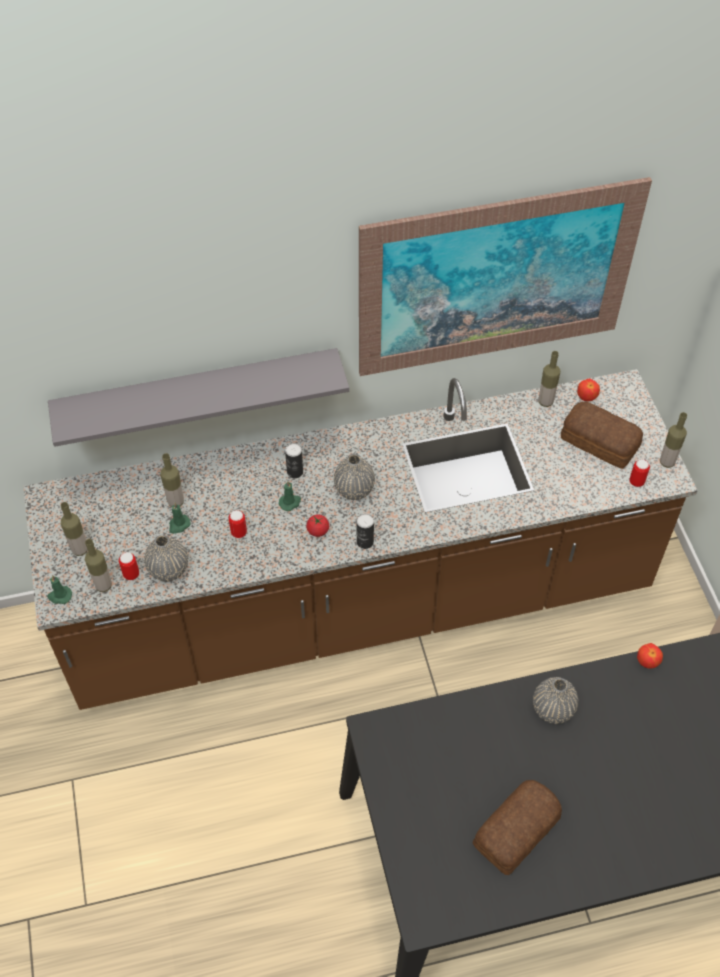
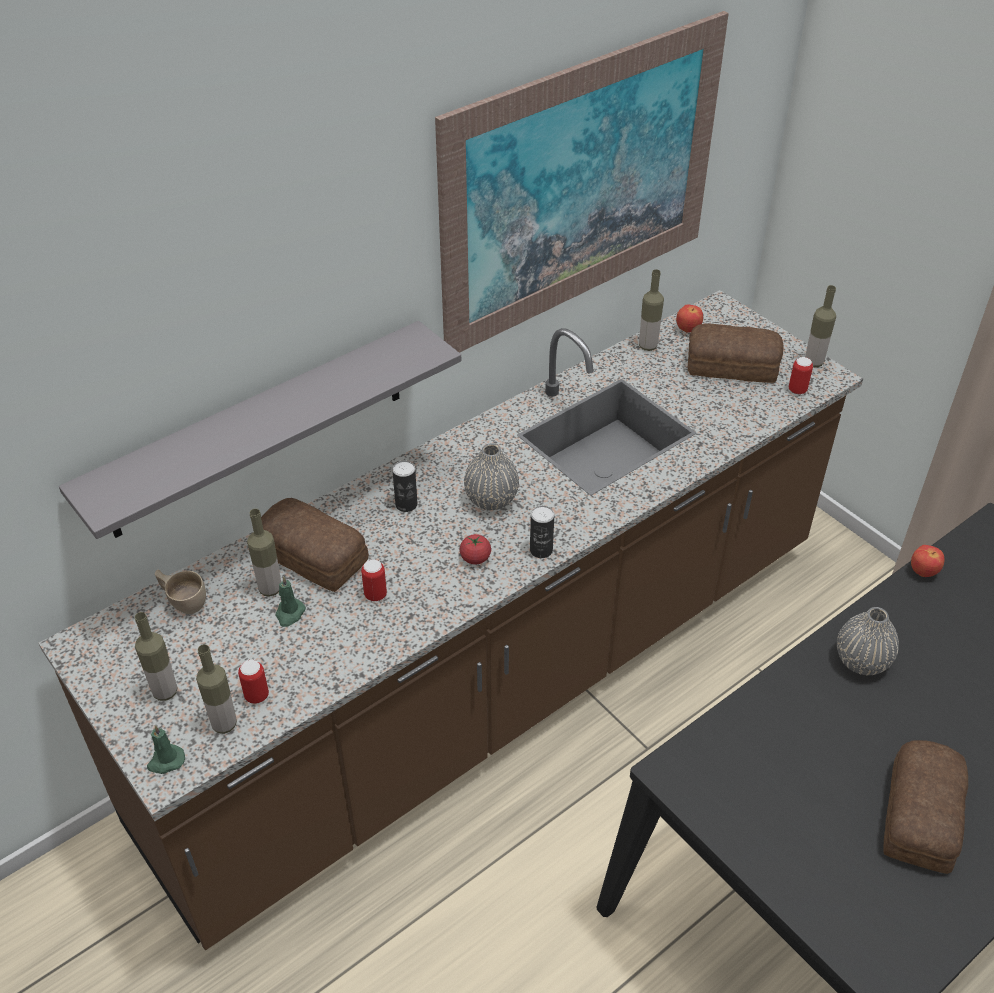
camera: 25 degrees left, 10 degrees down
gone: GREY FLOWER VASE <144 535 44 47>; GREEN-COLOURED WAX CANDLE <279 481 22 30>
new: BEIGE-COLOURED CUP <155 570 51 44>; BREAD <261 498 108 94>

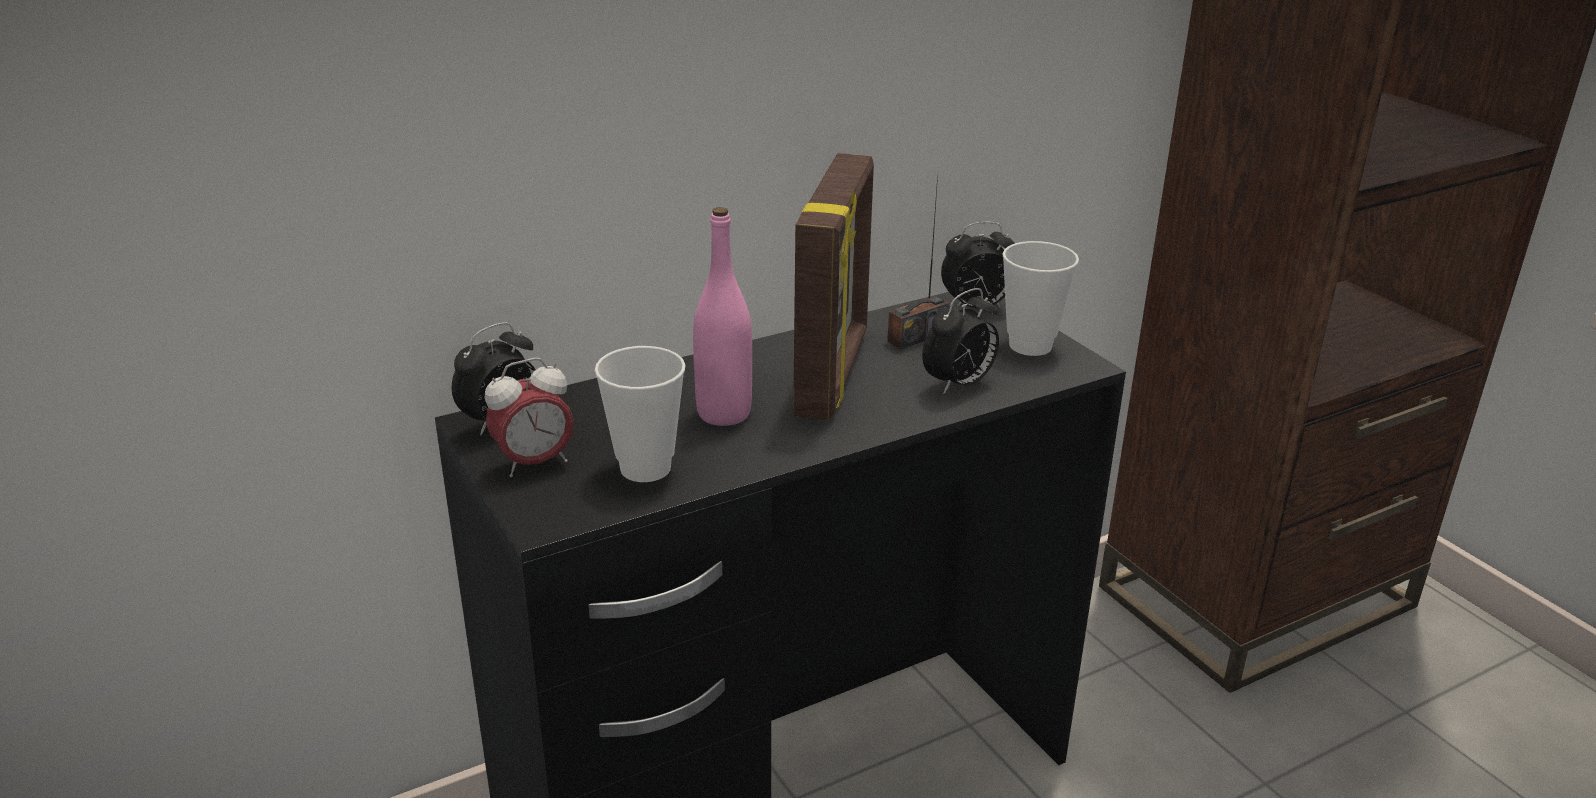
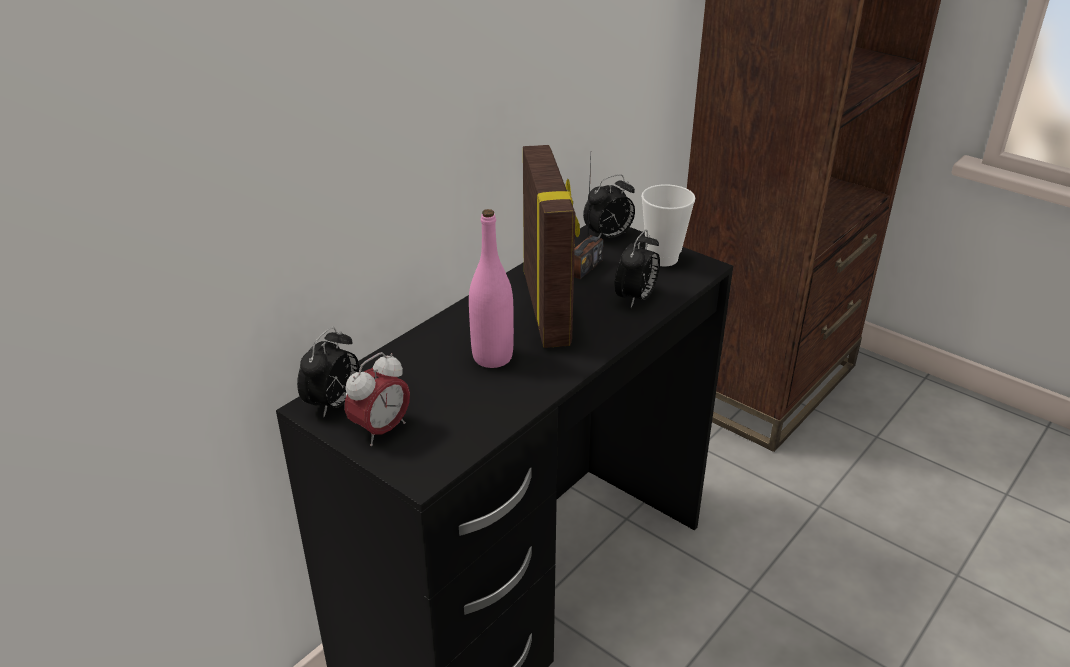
camera: 20 degrees left, 5 degrees up
gone: CUP <595 346 90 136>

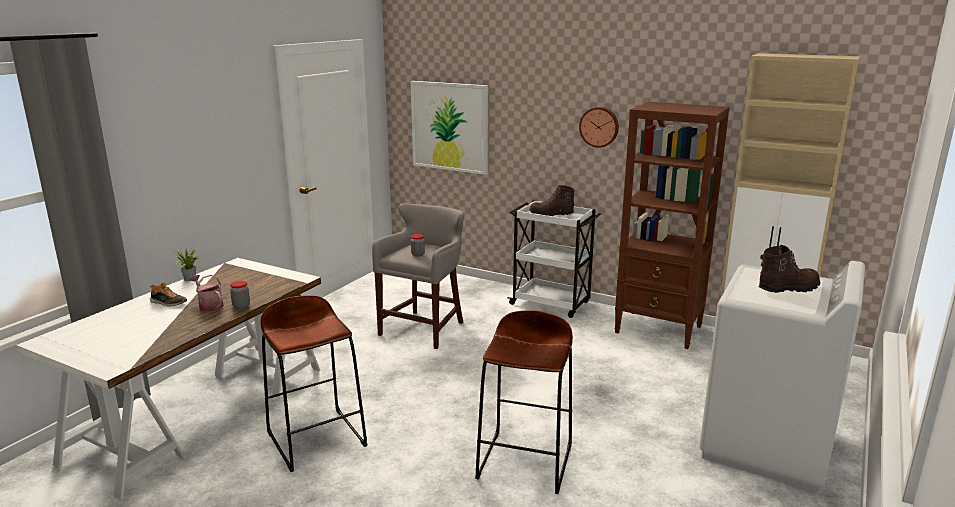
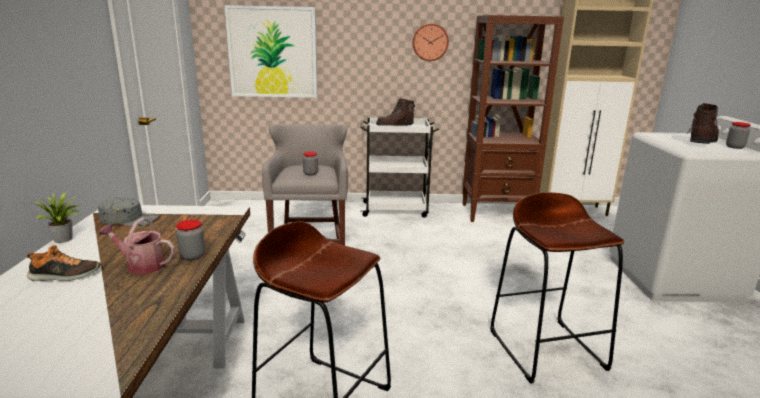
camera: 30 degrees left, 0 degrees up
new: GREY PEAKED CAP <98 198 61 29>; PRESERVE JAR <726 122 25 27>

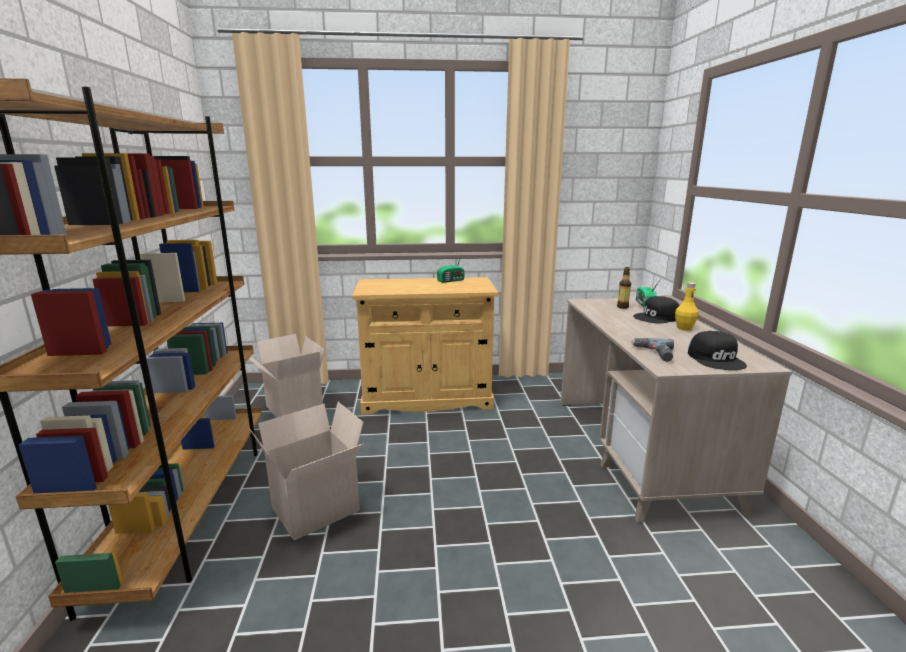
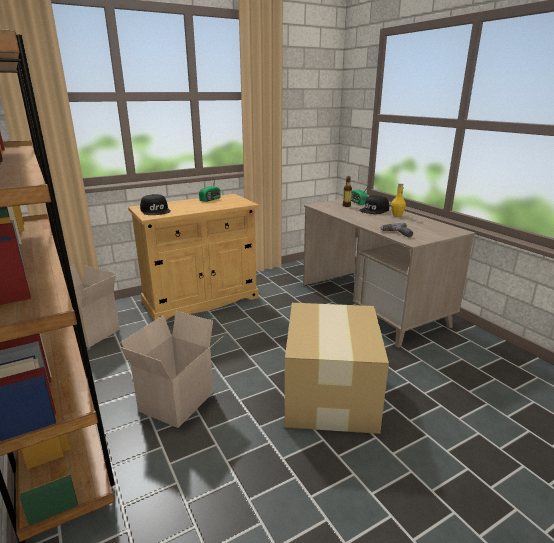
camera: 25 degrees left, 5 degrees up
new: CARDBOARD BOX <284 303 105 131>
shifted: BLACK PEAKED CAP <688 331 59 39> to <140 194 31 21>

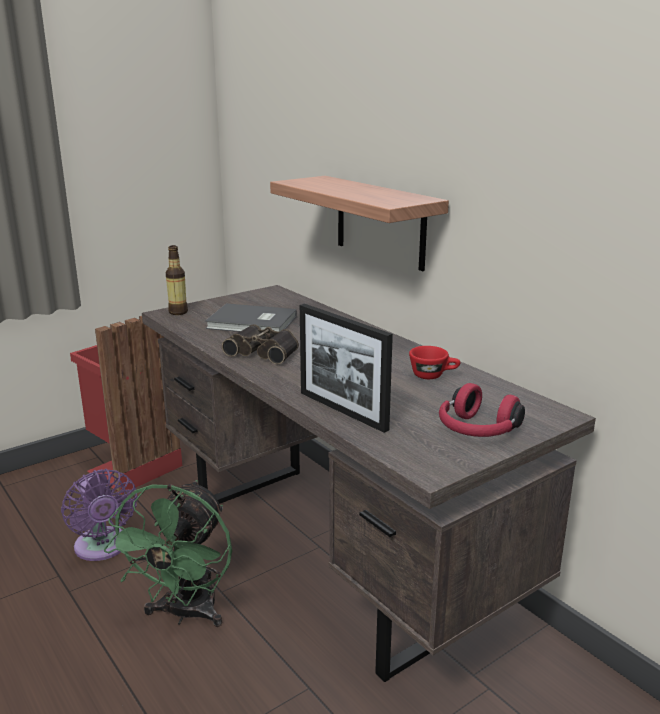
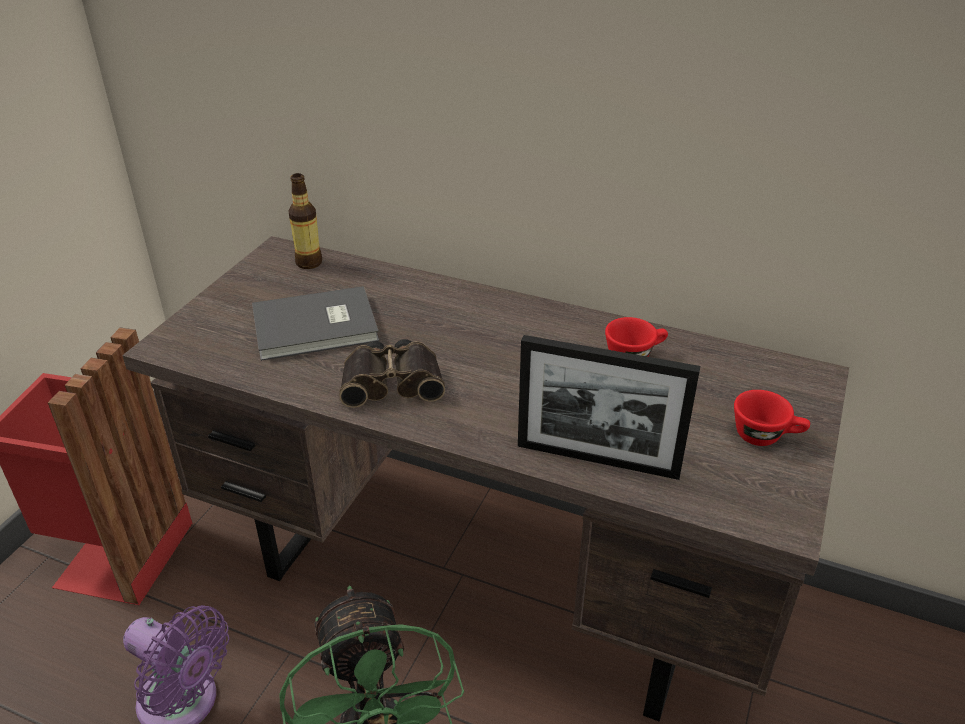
camera: 30 degrees left, 15 degrees up
gone: SHELF <270 176 179 95>
shifted: BEVERAGE BOTTLE <166 245 22 70> to <288 173 34 96>
swapped: RED PAIR OF HEADPHONES <439 383 86 54> to RED CUP <734 390 76 56>

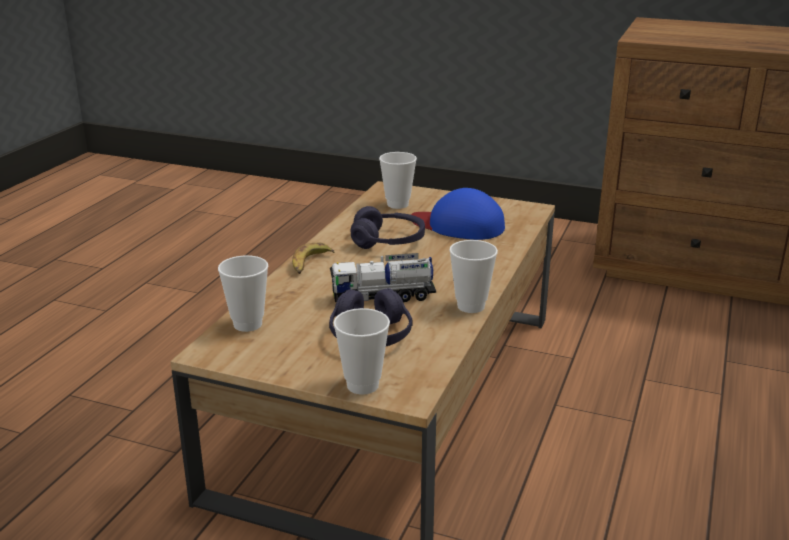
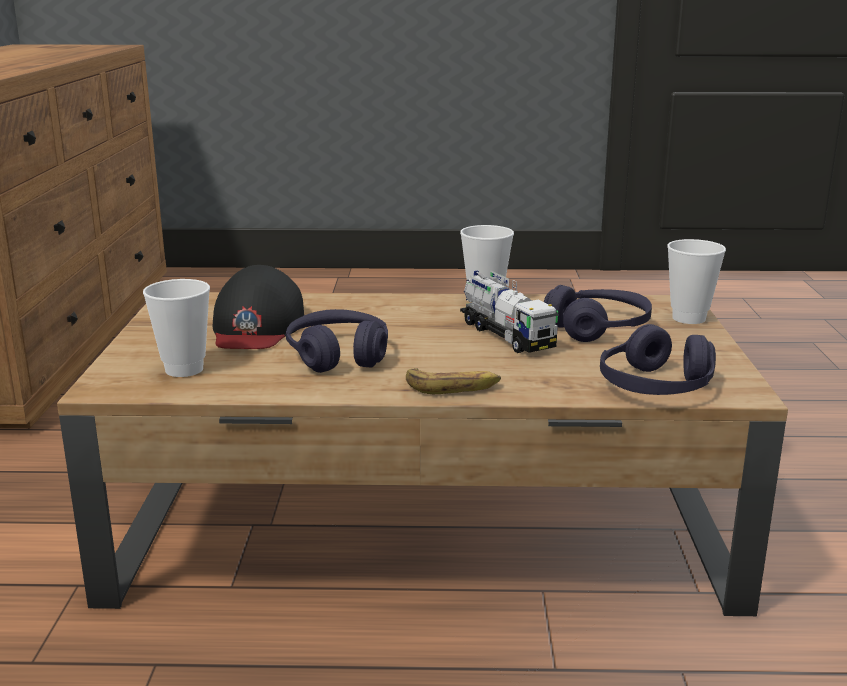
camera: 110 degrees left, 5 degrees down
swapped: CUP <218 255 50 77> to PURPLISH PAIR OF HEADPHONES <600 324 116 71>
repainted: BLUE PEAKED CAP <411 188 94 52> to BLACK PEAKED CAP <213 265 91 84>

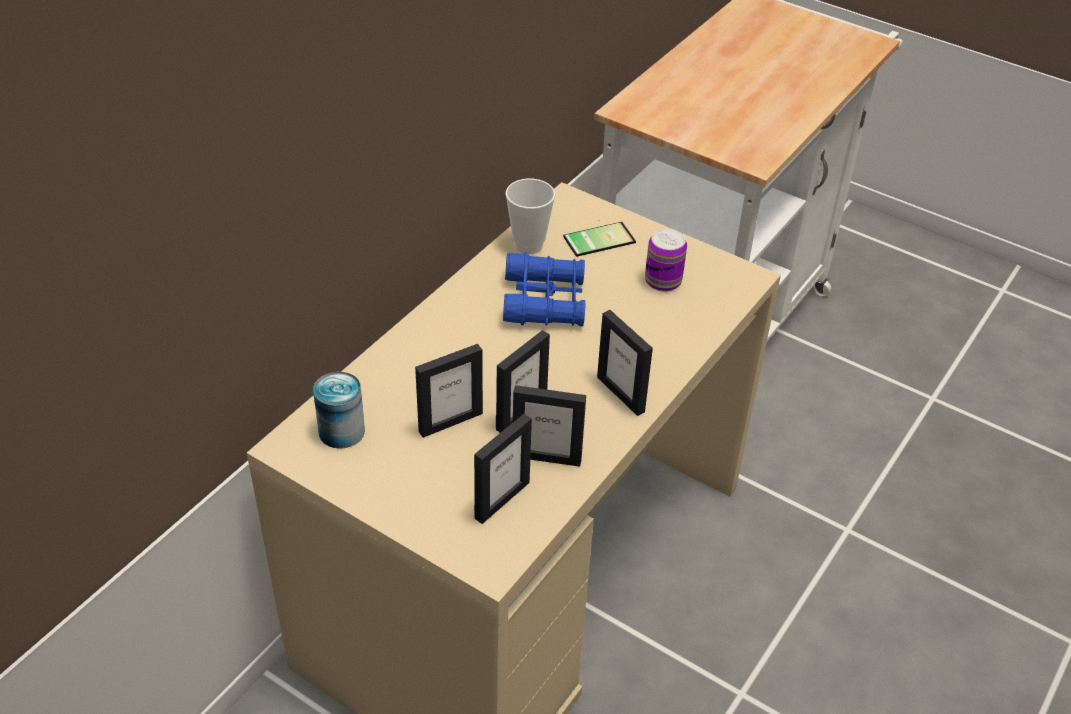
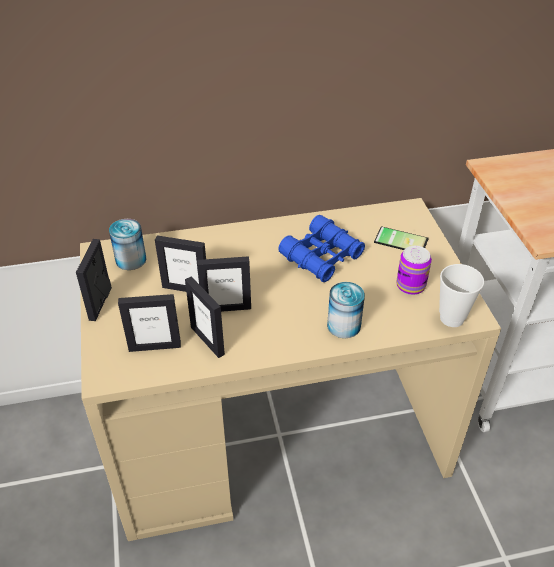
camera: 45 degrees right, 0 degrees up
new: SEALED CAN <327 282 38 56>
shifted: PICTURE FRAME <597 310 56 106> to <76 239 36 82>; CUP <505 178 50 76> to <439 264 45 63>

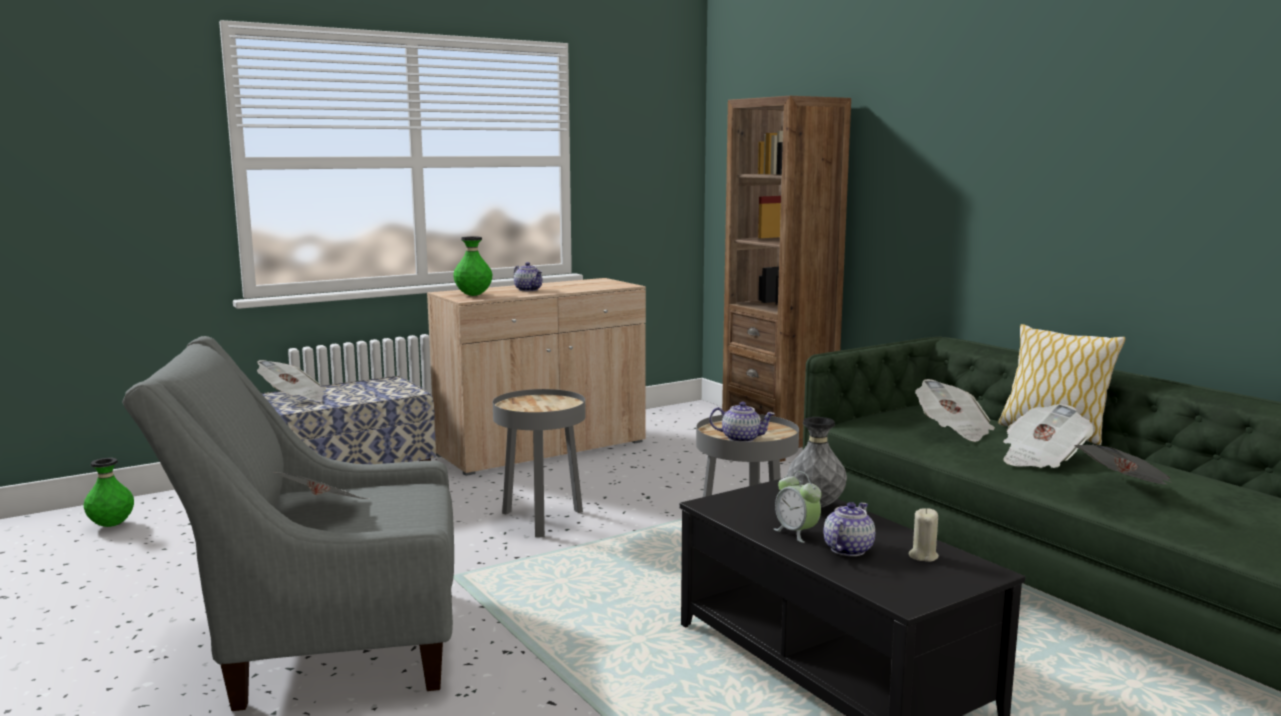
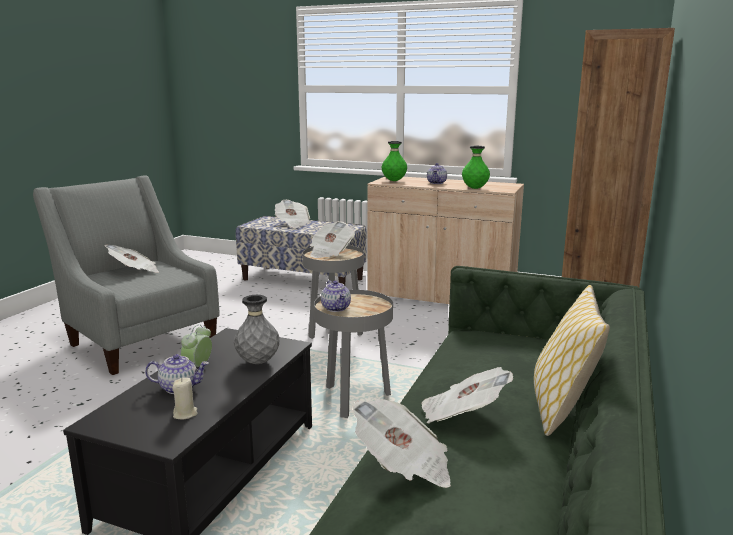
camera: 55 degrees right, 5 degrees up
shifted: PRINTED PAPER <915 379 80 63> to <310 221 45 37>; GREEN-COLOURED FLOWER VASE <84 458 50 69> to <462 146 28 43>

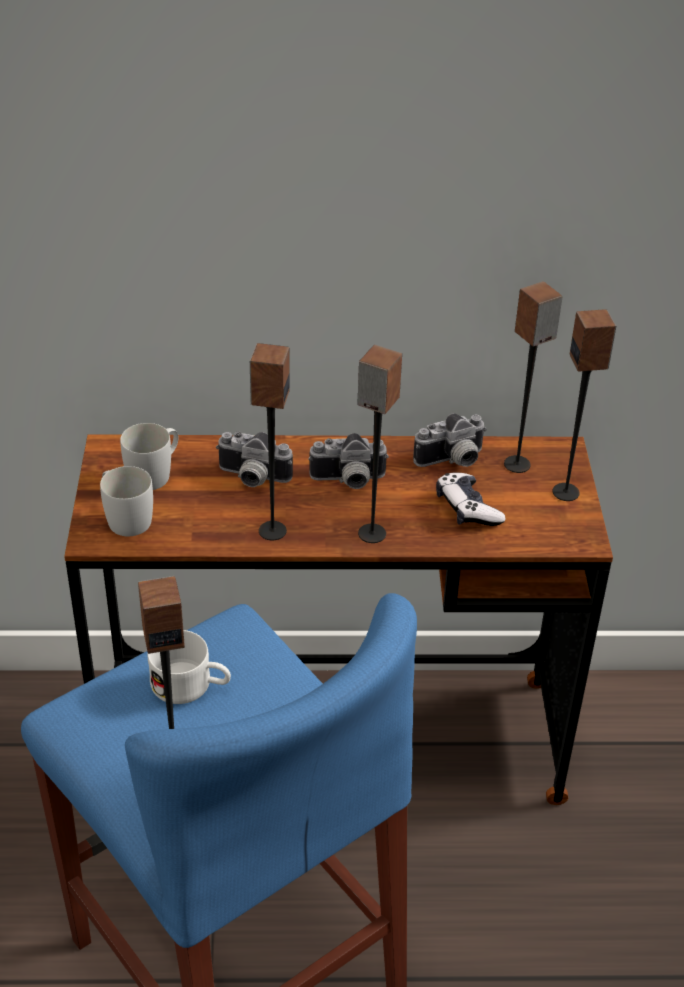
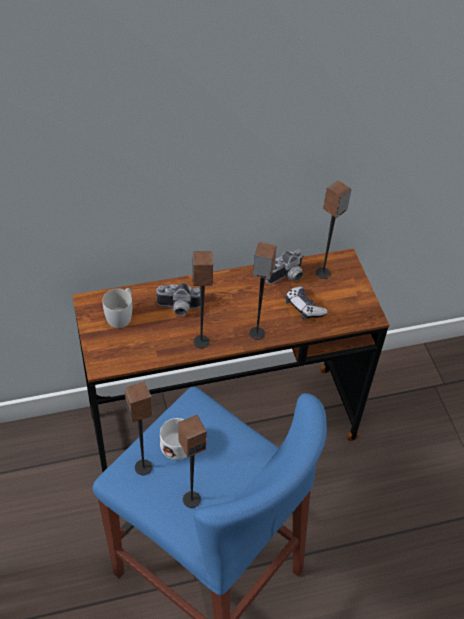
camera: 15 degrees left, 10 degrees up
gone: WHITE COFFEE MUG <100 466 53 70>; PHOTO CAMERA <308 433 81 56>
shifted: AUDIO SPEAKER <552 309 64 192> to <124 382 29 93>

